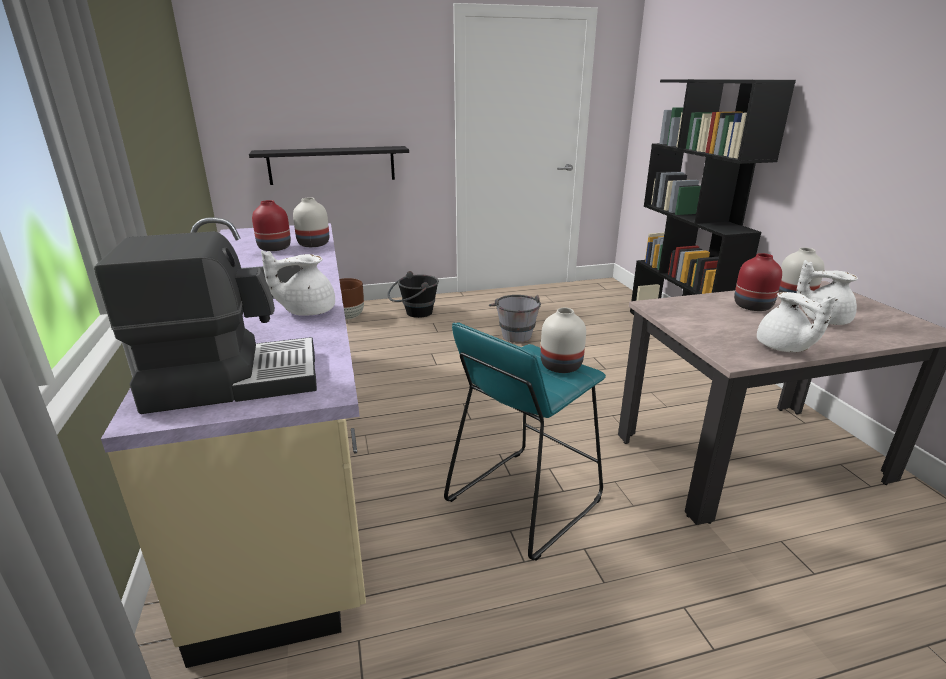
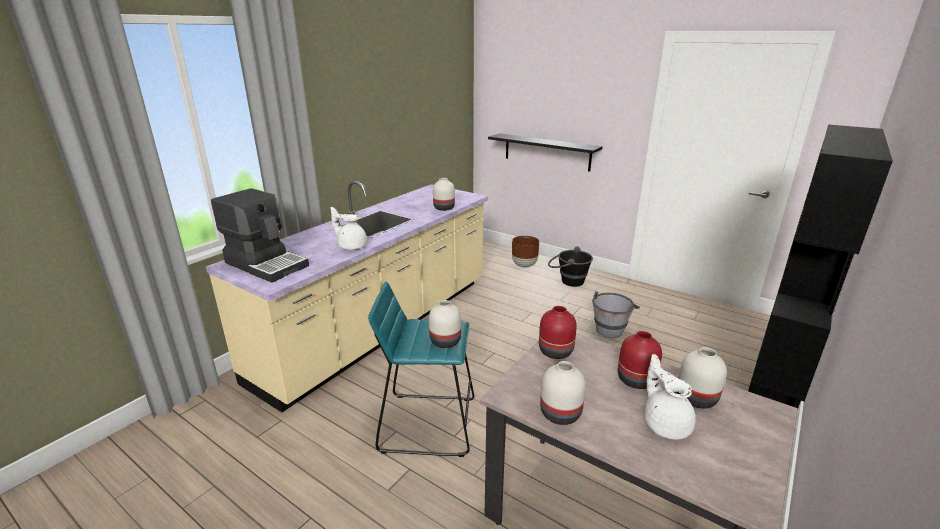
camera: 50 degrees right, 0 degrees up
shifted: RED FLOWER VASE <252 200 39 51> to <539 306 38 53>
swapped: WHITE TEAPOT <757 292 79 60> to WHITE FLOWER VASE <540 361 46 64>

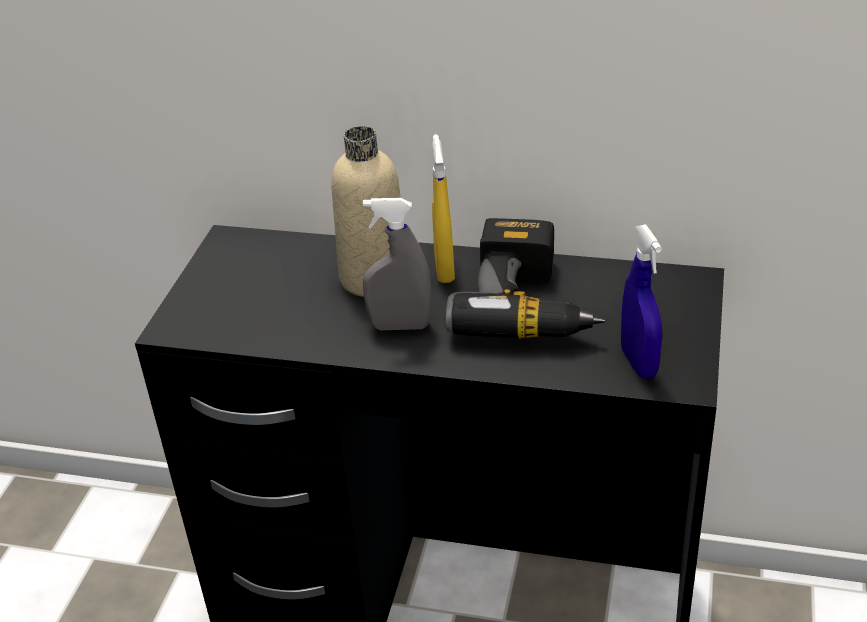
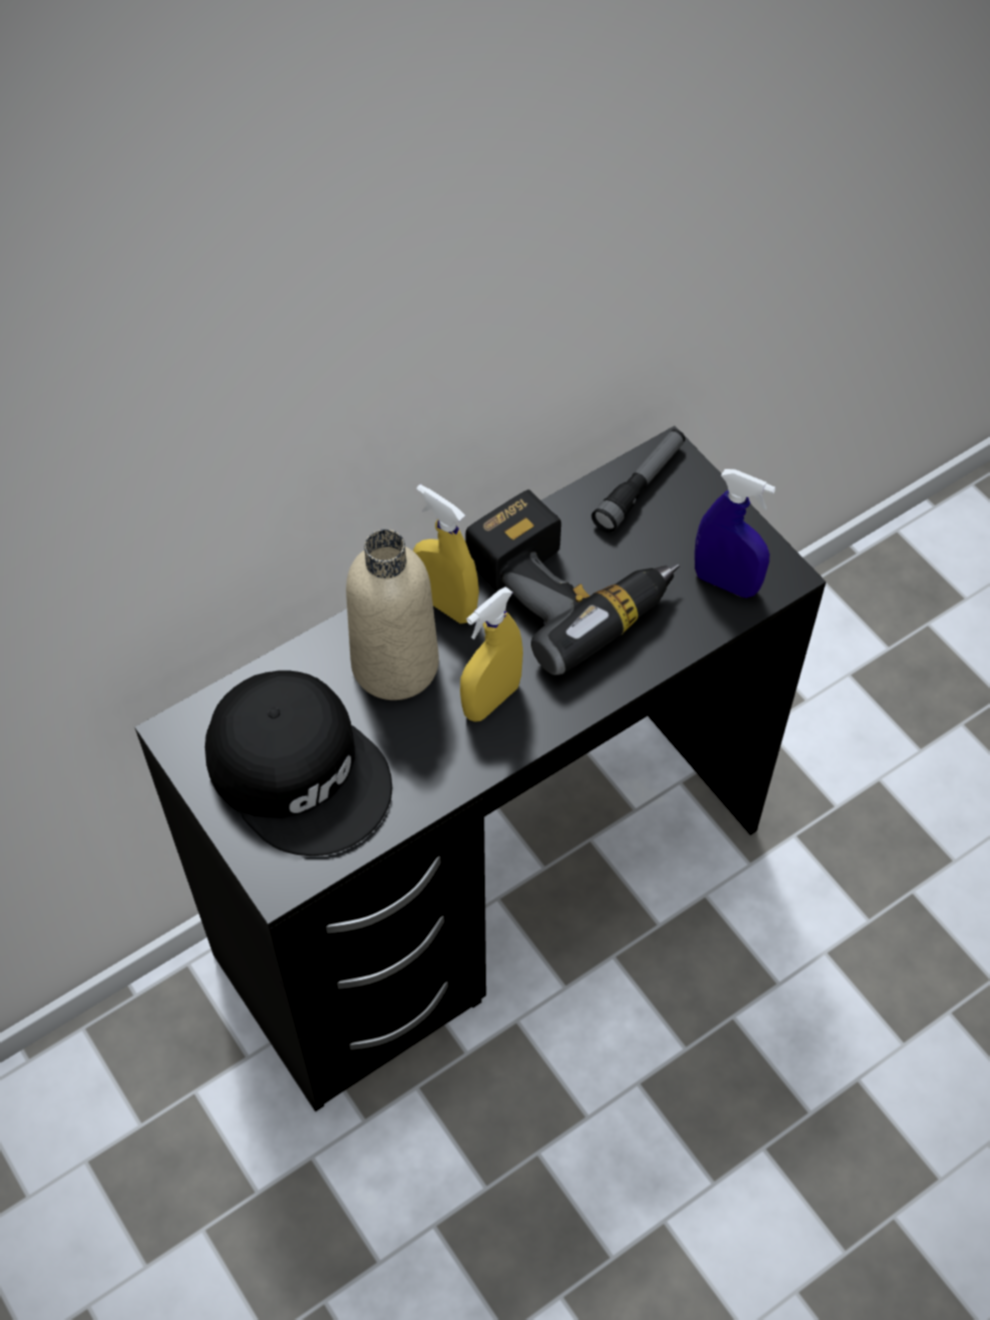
camera: 50 degrees left, 20 degrees up
new: BLACK PEAKED CAP <205 670 187 186>; HAND TORCH <591 429 94 104>
repainted: GREY SPRAYER <363 198 69 132> to YELLOW-COLOURED SPRAYER <460 587 63 135>

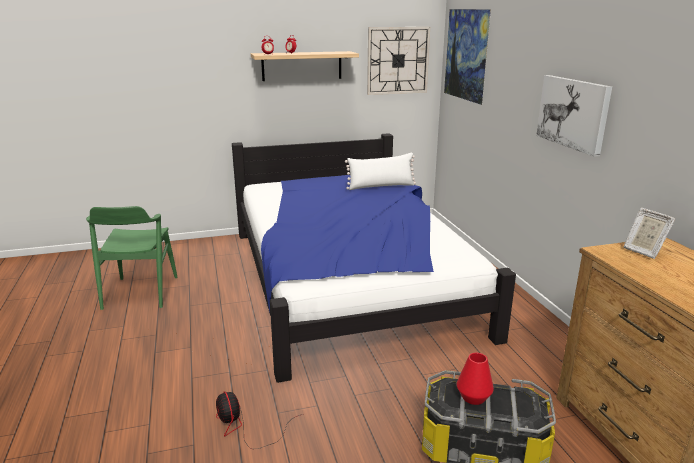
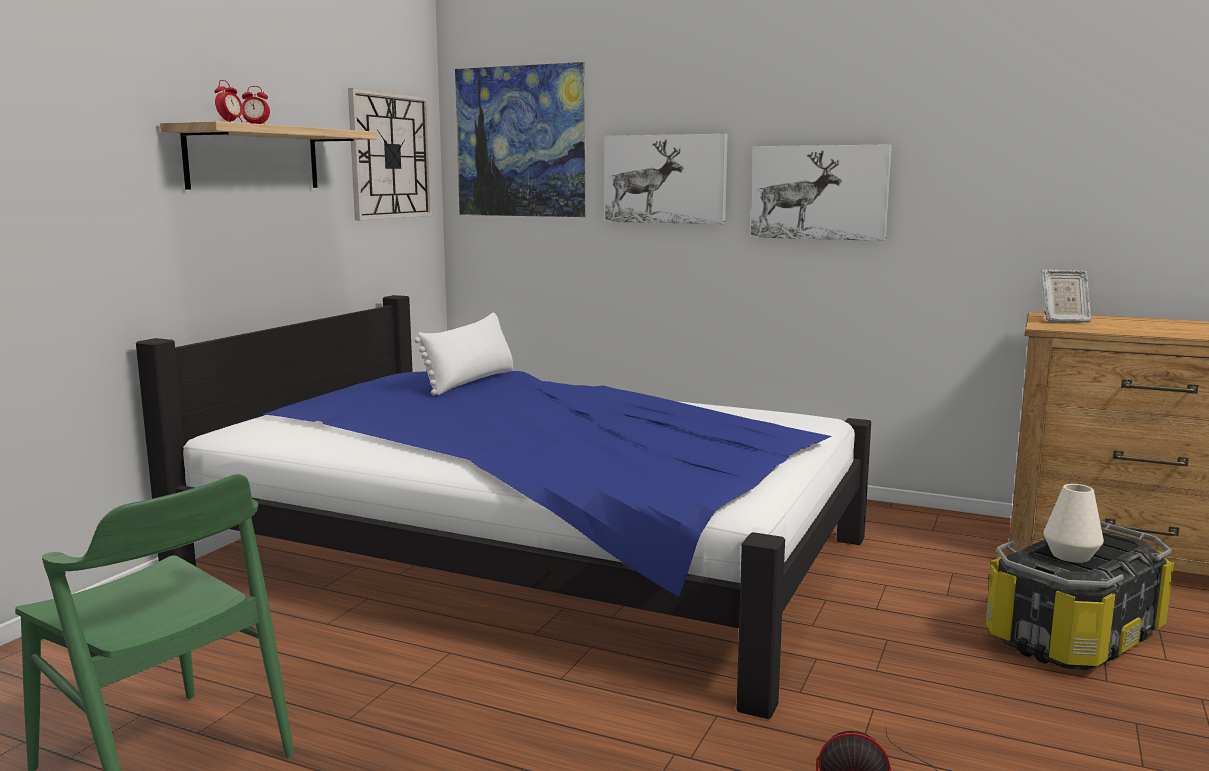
camera: 50 degrees left, 10 degrees down
new: WALL ART <605 134 123 90>
repainted: RED FLOWER VASE <457 353 37 52> to WHITE FLOWER VASE <1043 484 61 79>

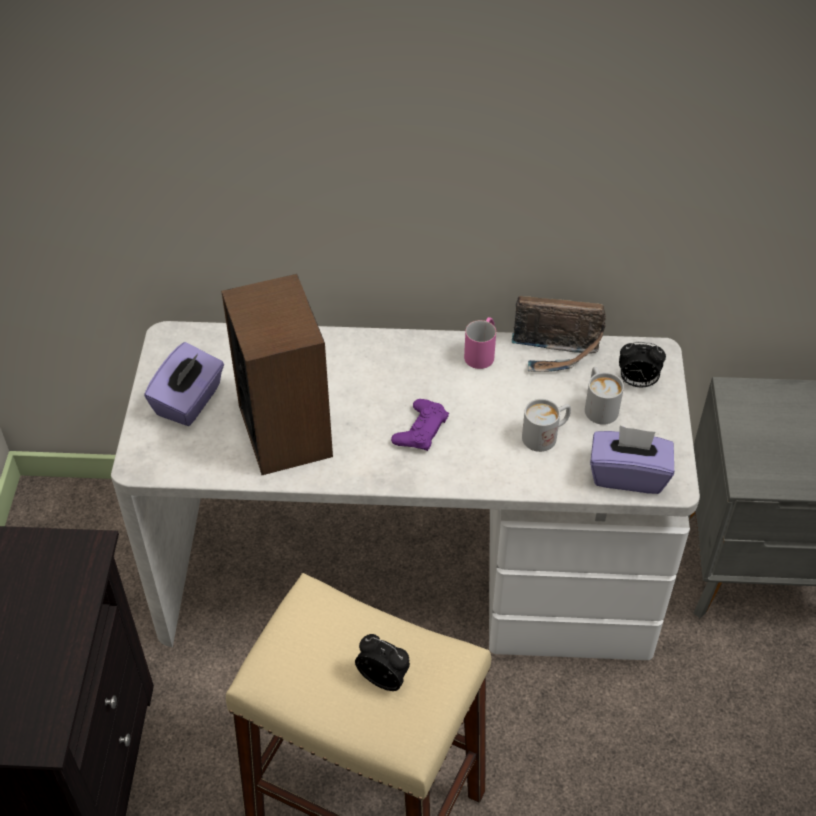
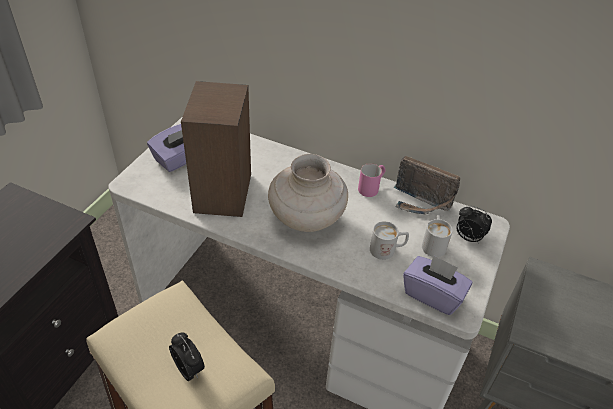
camera: 20 degrees right, 5 degrees down
swapped: PURPLISH JOYPAD <391 399 58 52> to BEIGE-COLOURED FLOWER VASE <268 154 80 78>

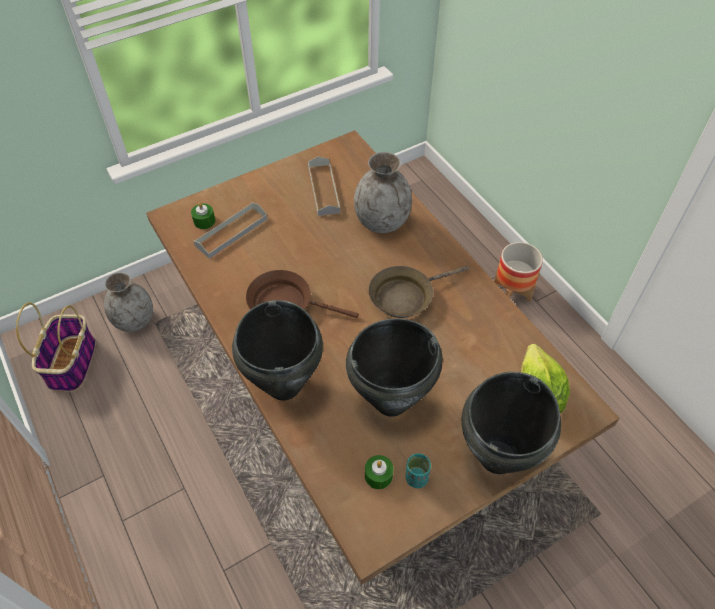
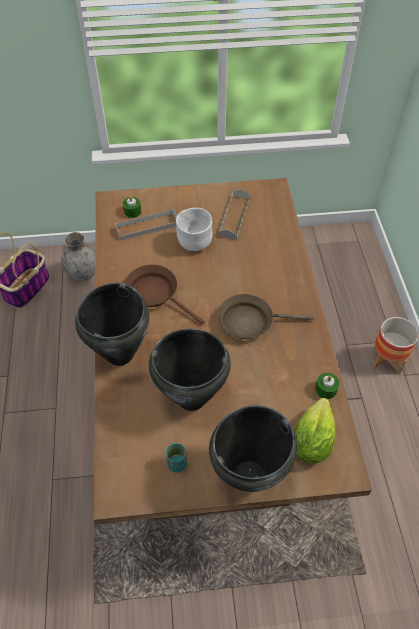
camera: 25 degrees right, 0 degrees up
gone: GREY FLOWER VASE <354 152 58 81>
new: WHITE SERVING BOWL <176 208 37 43>
shifted: GREEN-COLOURED WAX CANDLE <365 455 28 34> to <315 373 24 26>

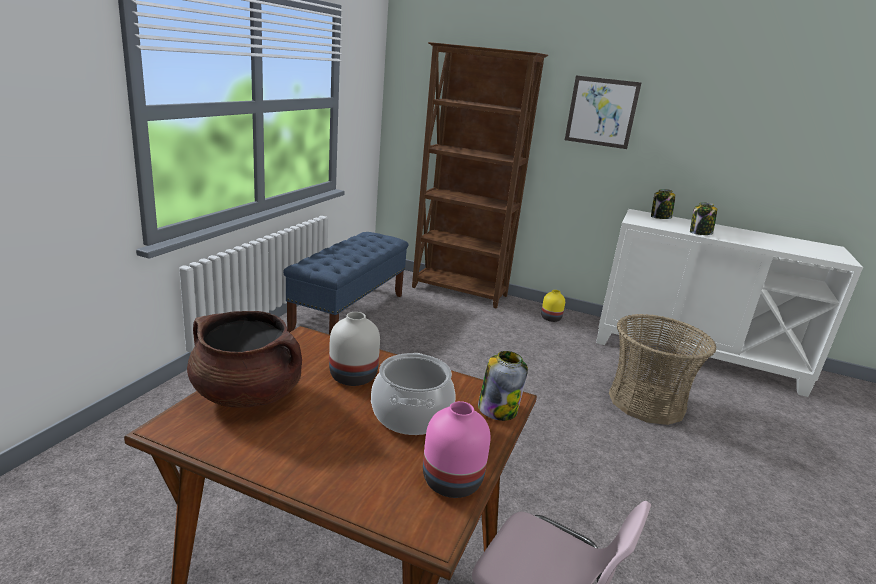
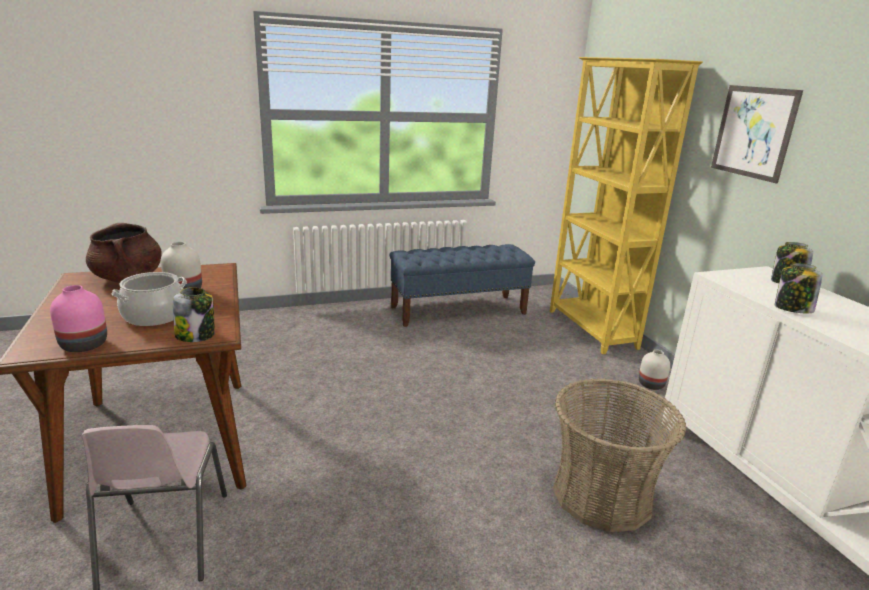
camera: 50 degrees right, 0 degrees up
repainted: BROWN SHELVING UNIT <412 42 136 267> to YELLOW-COLOURED SHELVING UNIT <550 57 153 297>; YELLOW-COLOURED FLOWER VASE <541 290 24 32> to WHITE FLOWER VASE <639 350 31 40>

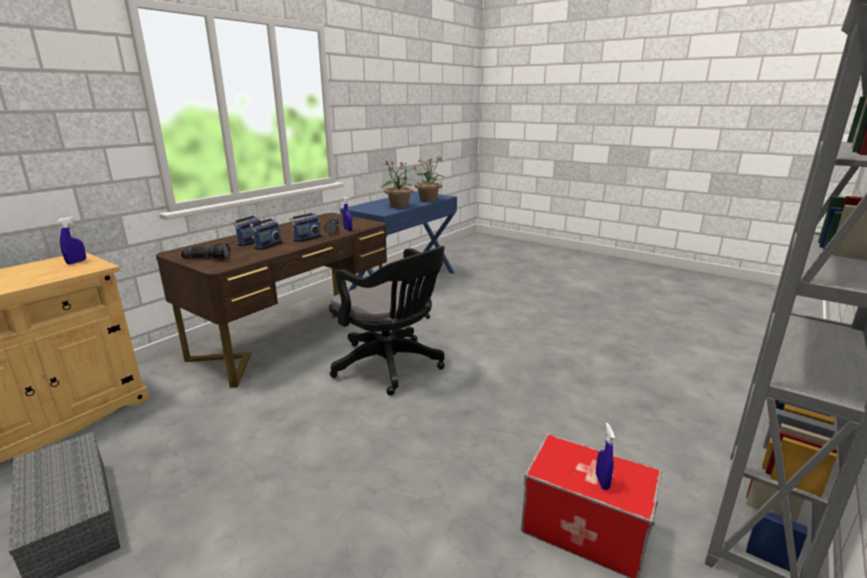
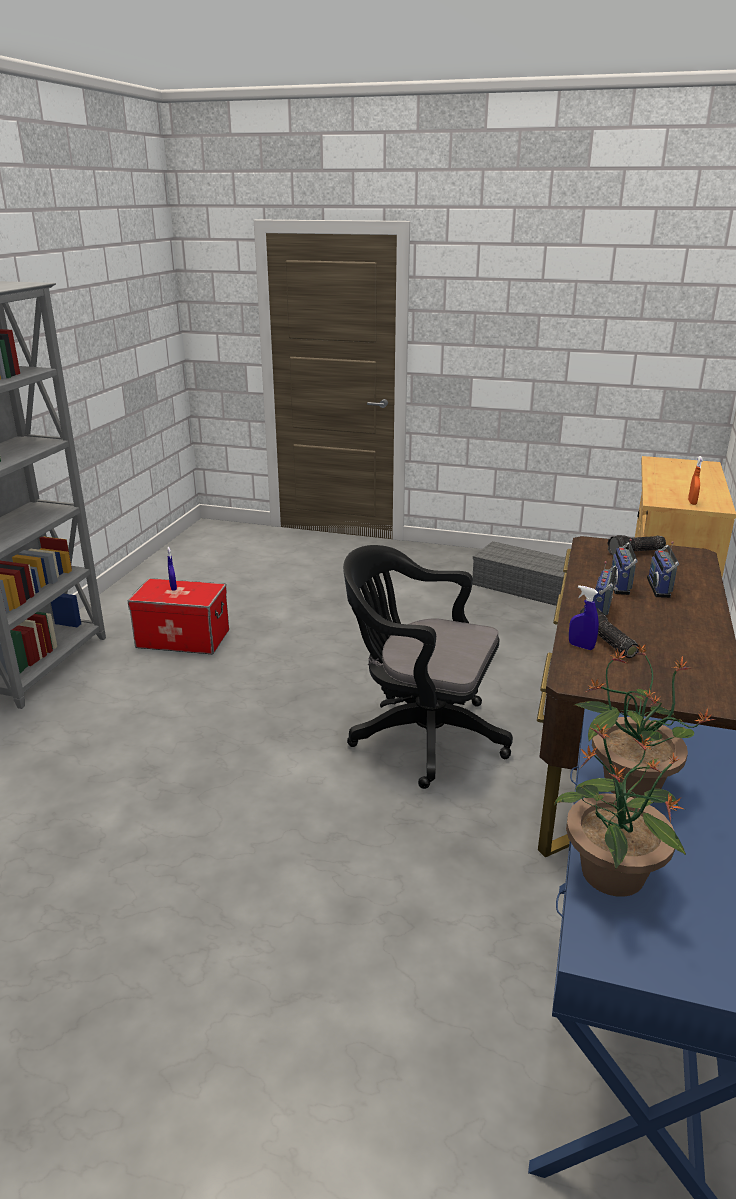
camera: 160 degrees right, 5 degrees up
repainted: BLUE SPRAYER <57 216 29 48> to ORANGEY SPRAYER <688 456 15 49>

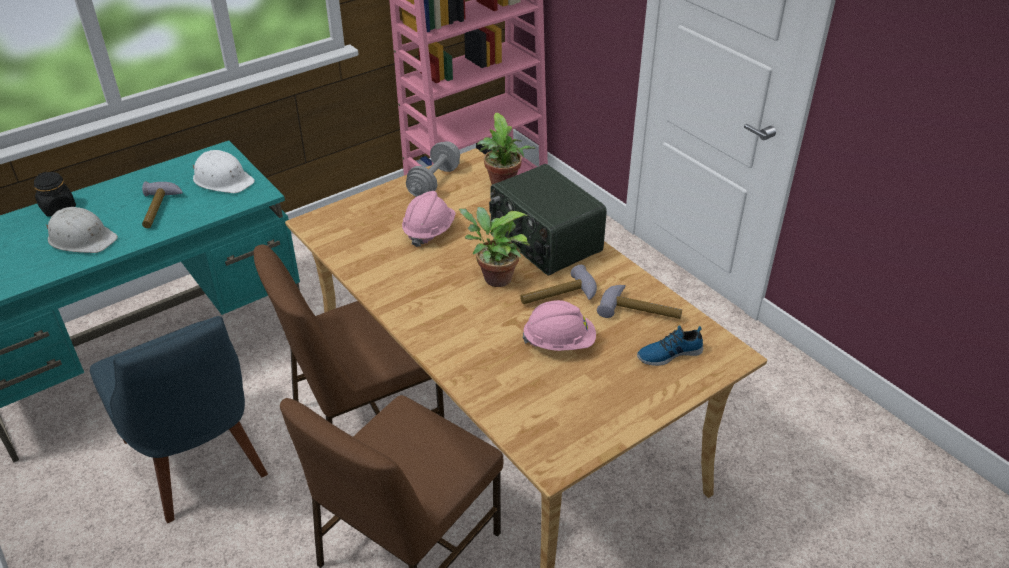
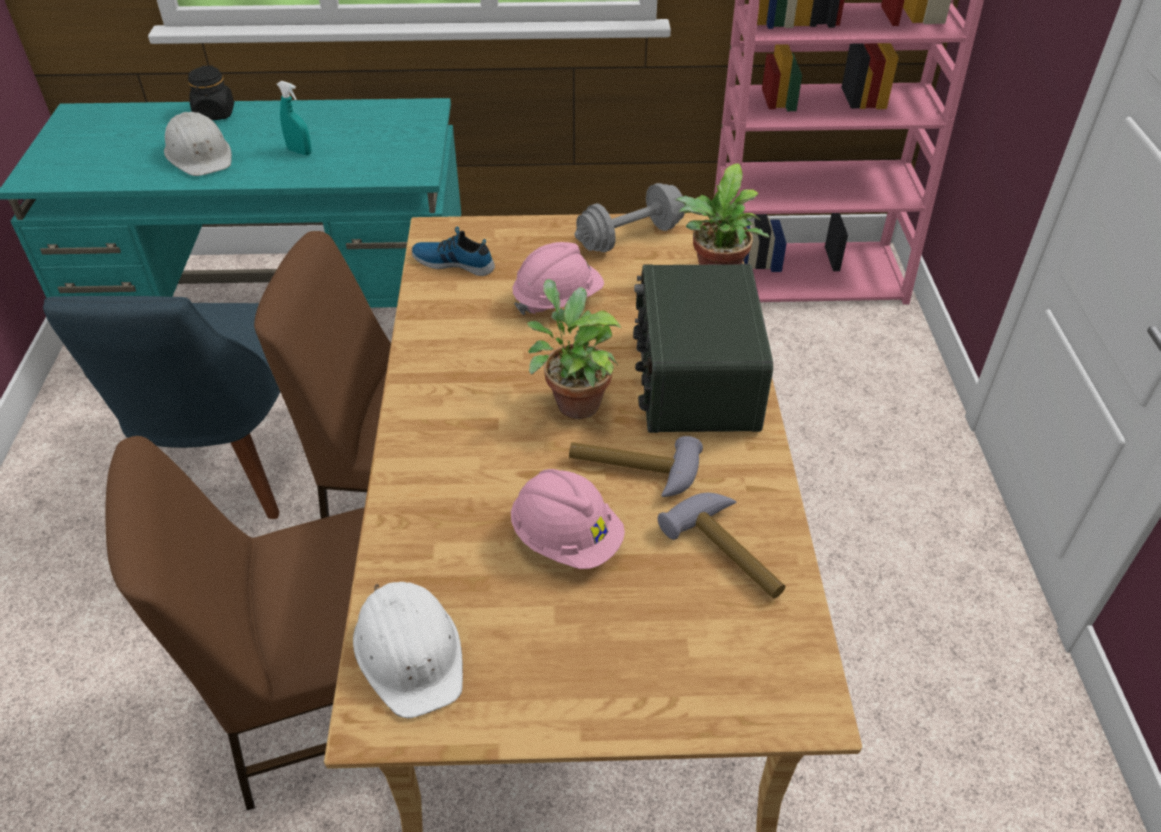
camera: 35 degrees right, 5 degrees up
shifted: WHITE WORK HELMET <193 150 62 43> to <353 582 110 136>; LOW SHOE <637 325 66 41> to <412 226 83 50>
swapped: TOOL HAMMER <142 182 41 46> to BLUE-GREEN SPRAYER <277 81 35 74>

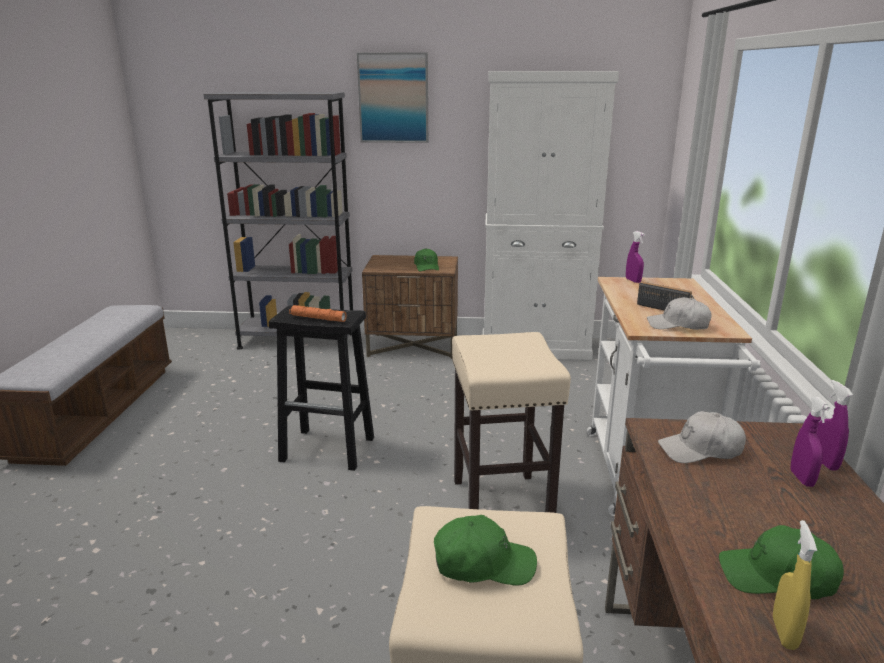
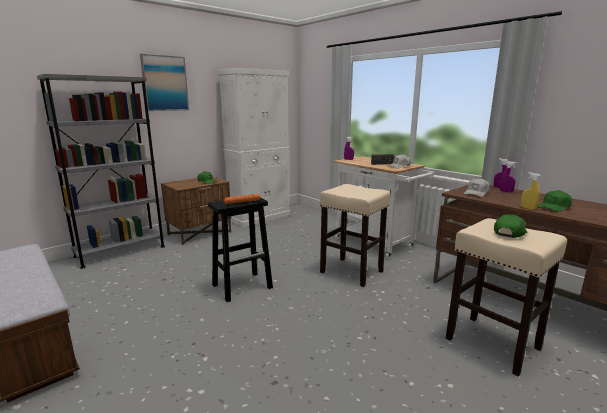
camera: 45 degrees left, 5 degrees down
shifted: YELLOW-COLOURED SPRAYER <773 520 44 130> to <521 172 19 38>

